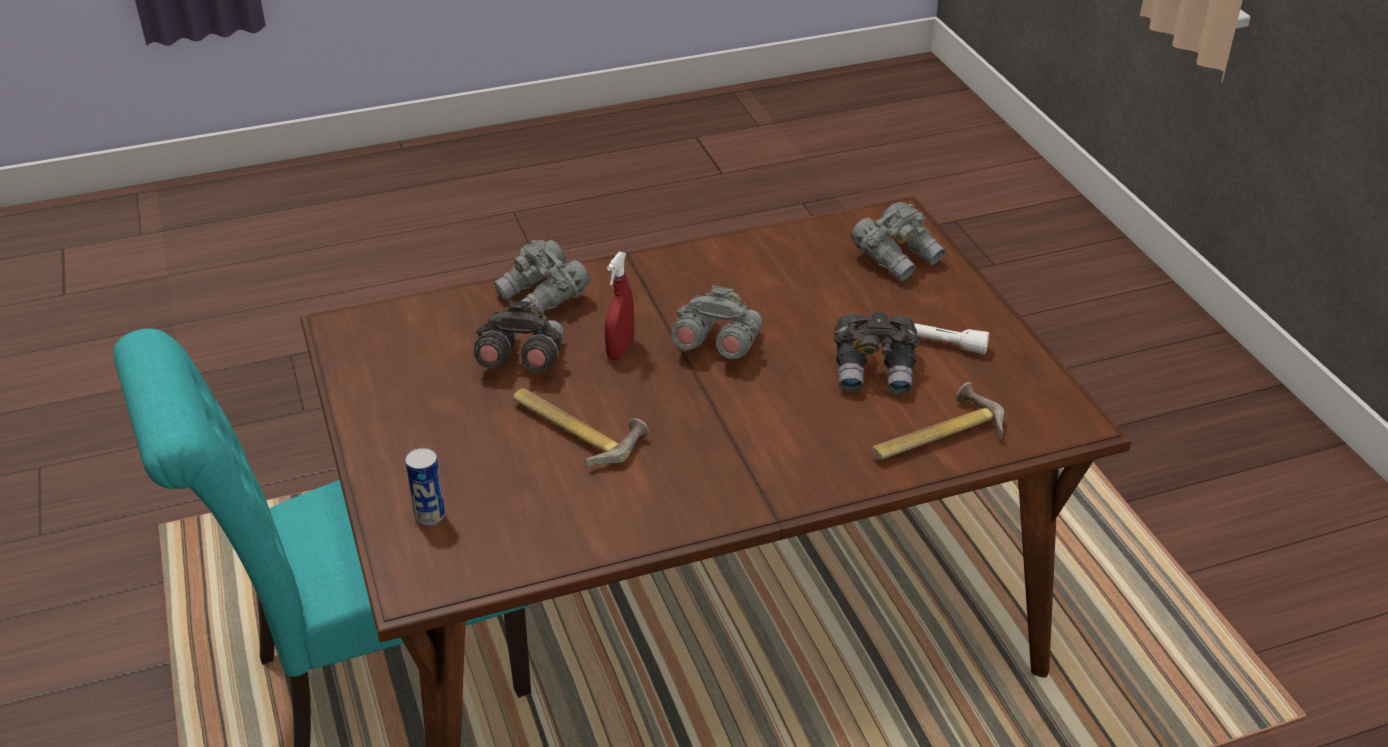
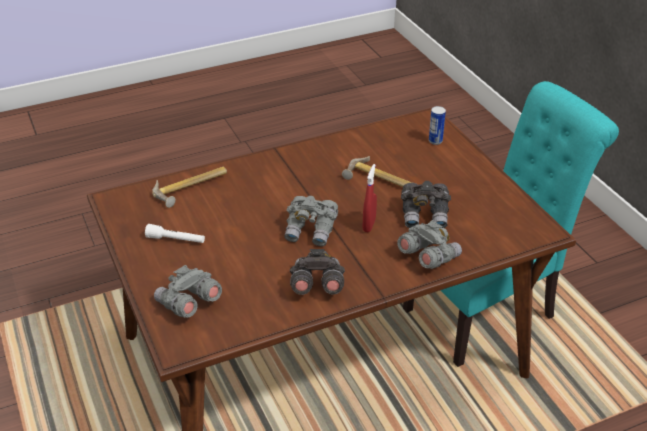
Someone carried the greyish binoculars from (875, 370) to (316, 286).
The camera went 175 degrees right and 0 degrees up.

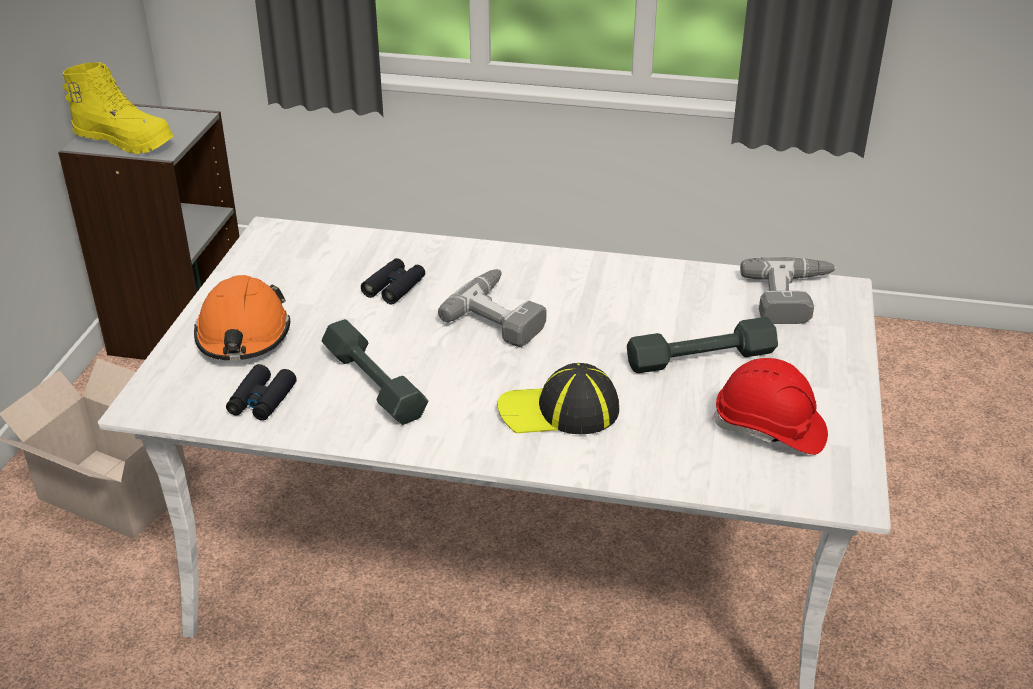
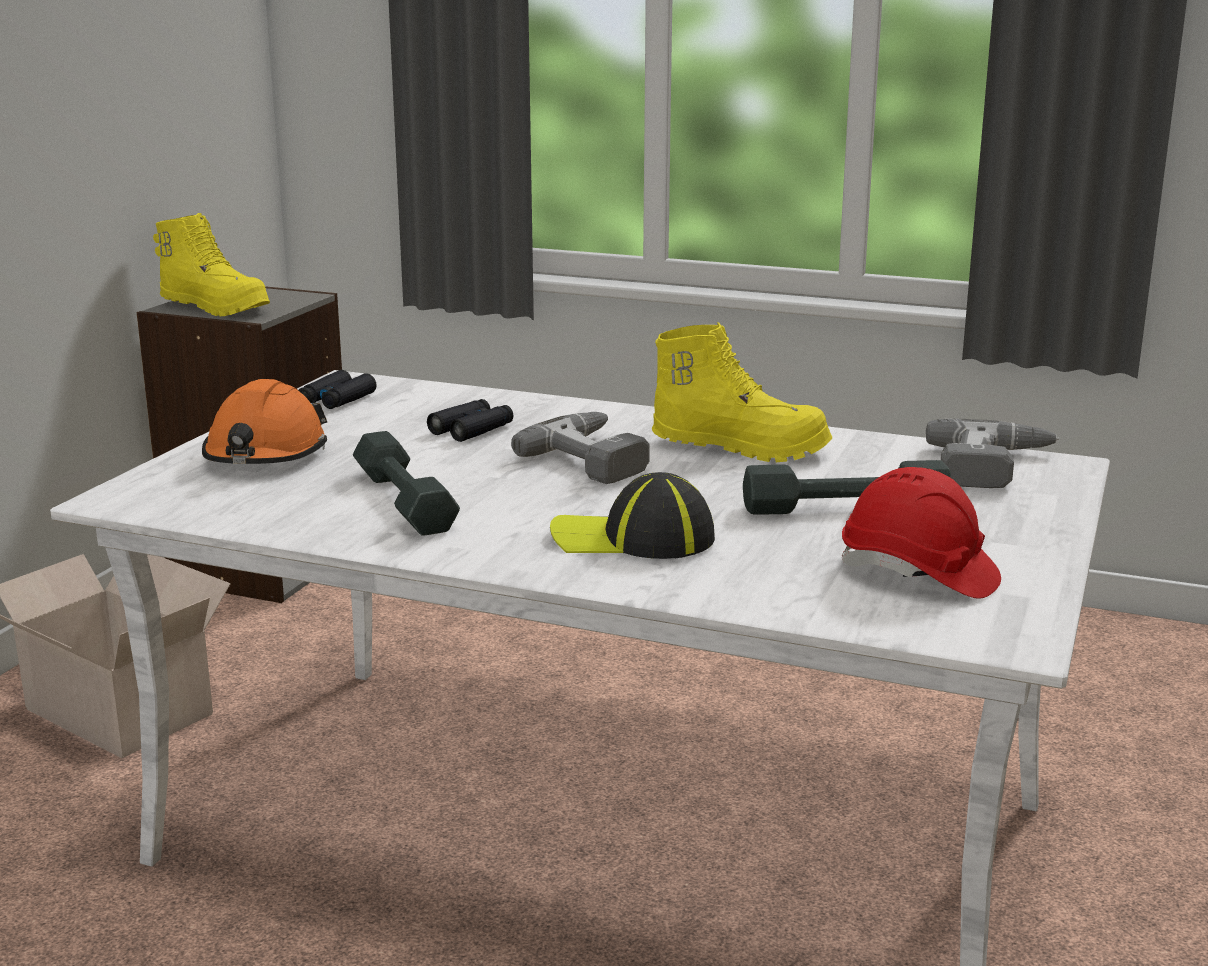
Someone carried the black-coloured binoculars from (262, 400) to (336, 400).
Someone put down the yellow boot at (740, 448).
The camera went 10 degrees right and 15 degrees down.

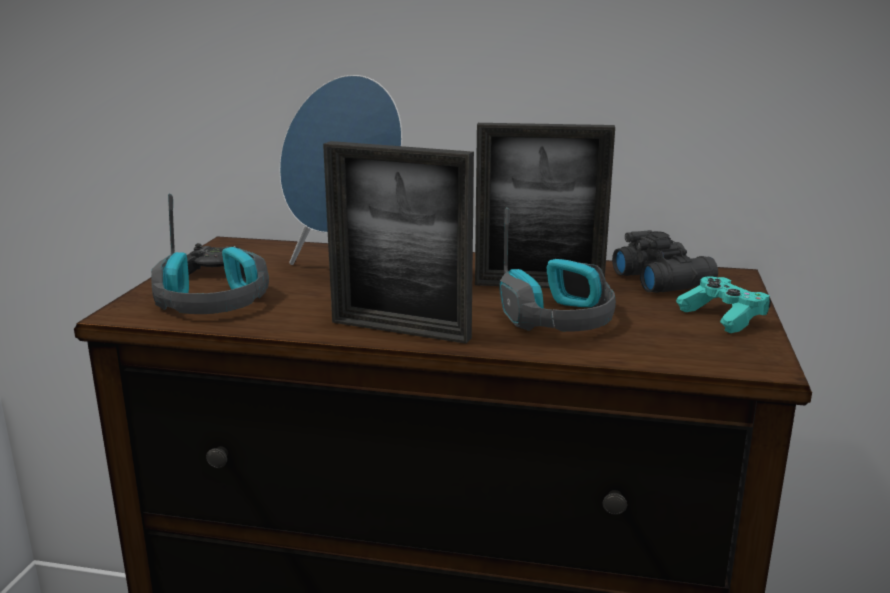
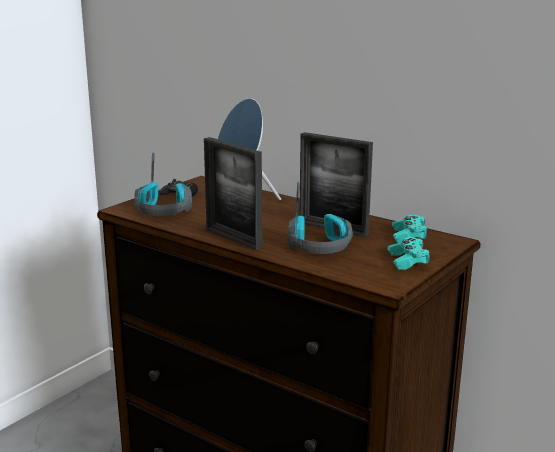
Someone swapped the black-coloured binoculars at (663, 279) for the blue-green joypad at (409, 236).
The camera went 25 degrees right and 0 degrees up.

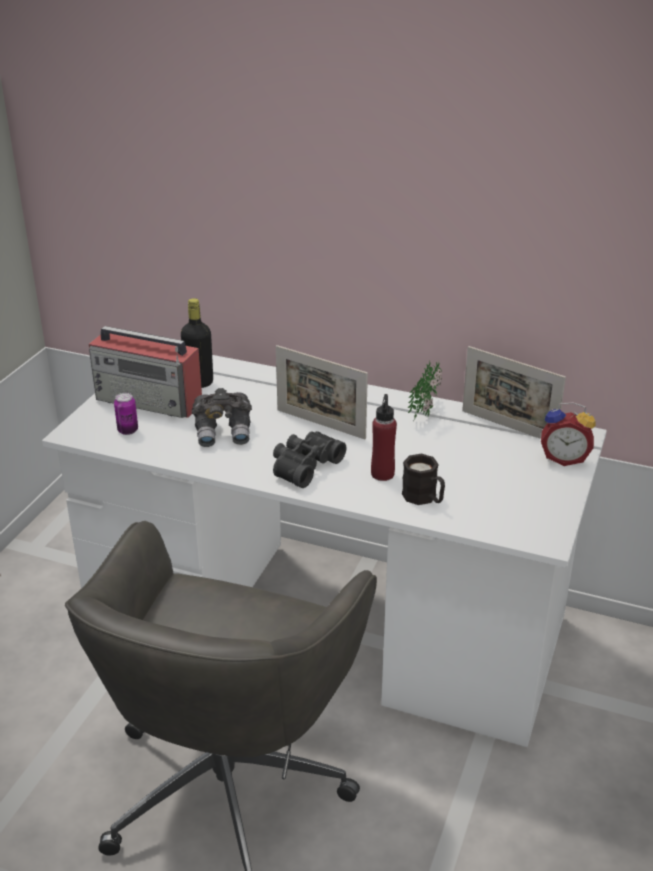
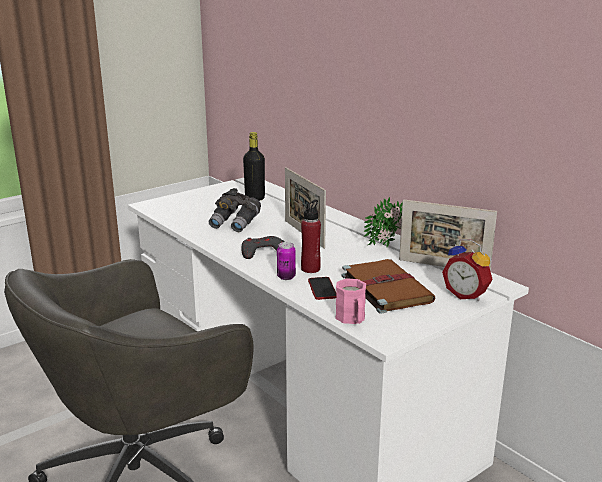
Someone swapped the black-coloured binoculars at (304, 466) for the greyish joypad at (262, 251).
Someone carried the sealed can from (128, 430) to (286, 277).
Someone swapped the black-coloured tea mug at (424, 498) for the handset at (322, 289).
Someone put down the pinkish tea mug at (352, 319).
Someone put down the brown bound book at (385, 288).
Someone rotated the standing frame at (508, 427) by 45 degrees counterclockwise.
Someone took away the radio set at (150, 401).
The camera went 30 degrees right and 10 degrees down.

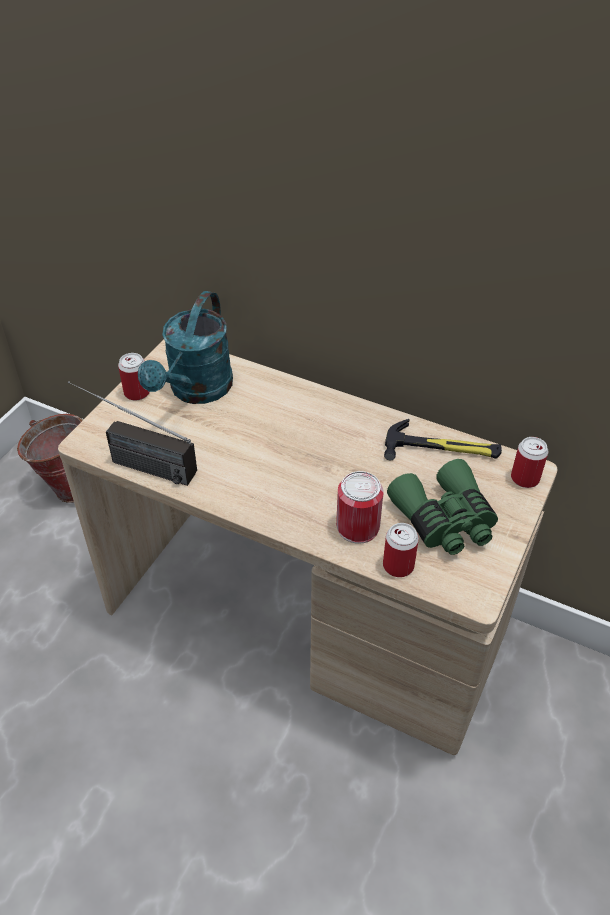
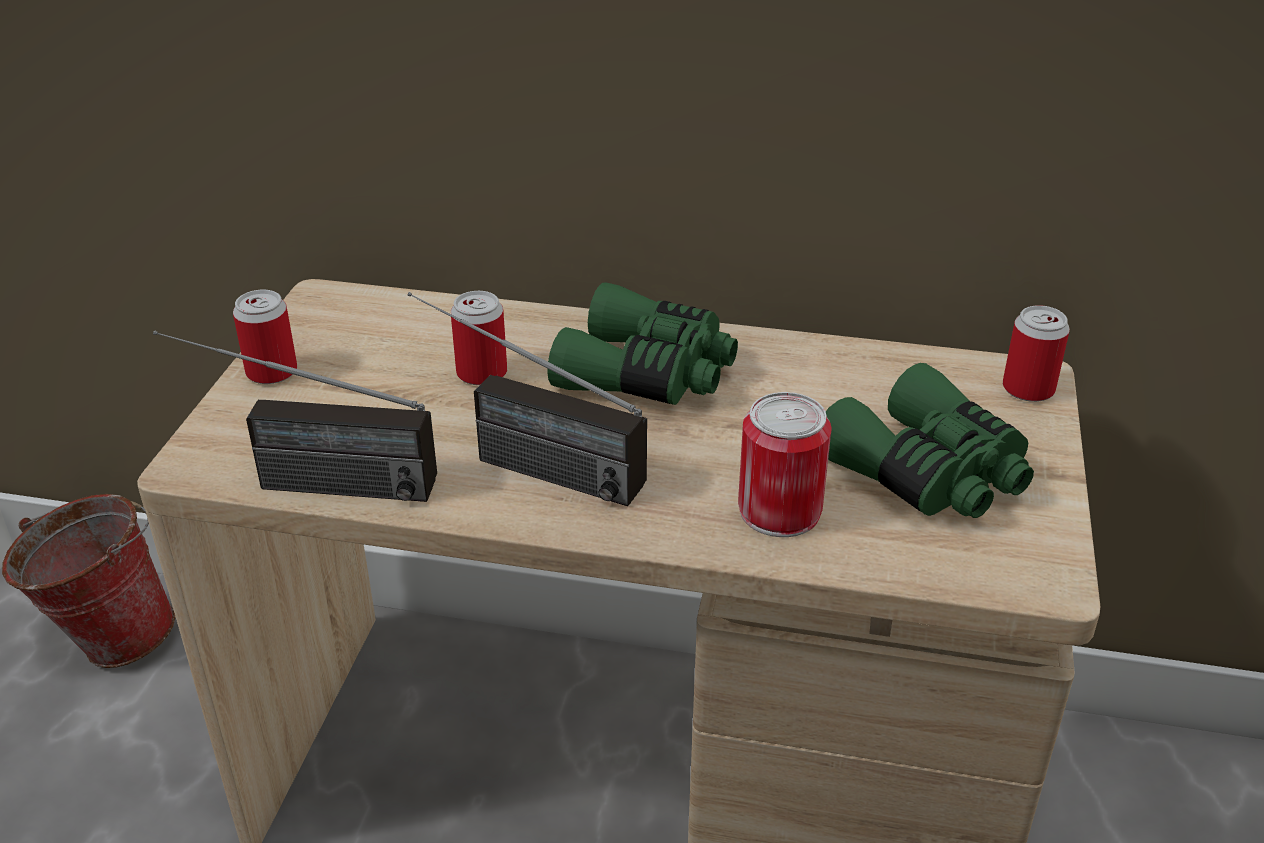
Someone put down the radio set at (519, 462).
Someone carried the sealed can from (398, 565) to (482, 373).
Someone put down the greenish binoculars at (648, 373).
Someone took away the blue-green watering pot at (196, 391).
Someone took away the hammer at (442, 448).
The camera went 15 degrees left and 10 degrees down.

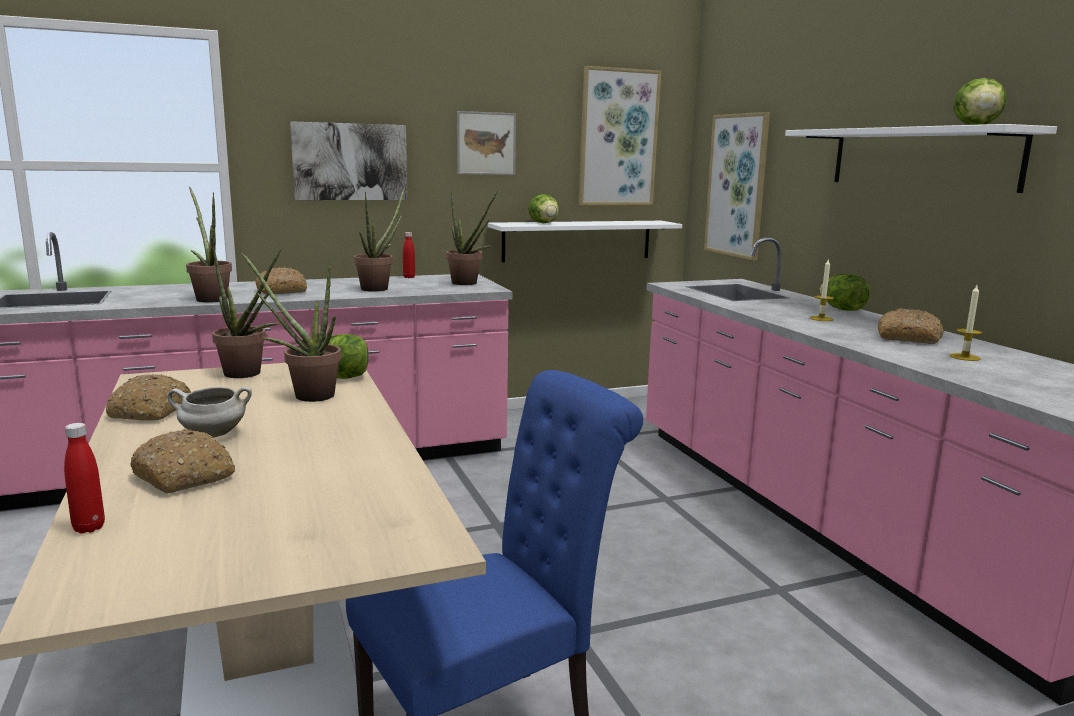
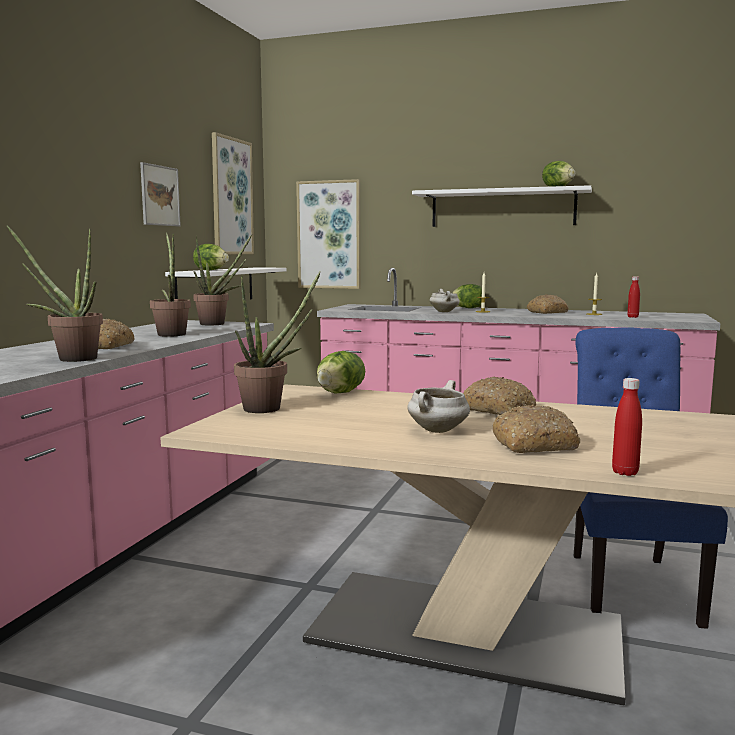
Someone put down the white saucepot at (444, 312).
Someone carried the bakery bread from (150, 411) to (498, 409).
Someone carried the reddish drink bottle from (409, 277) to (632, 317).
Someone took away the houseplant at (306, 395).
Someone took away the wall art at (350, 162).
The camera went 50 degrees left and 5 degrees down.

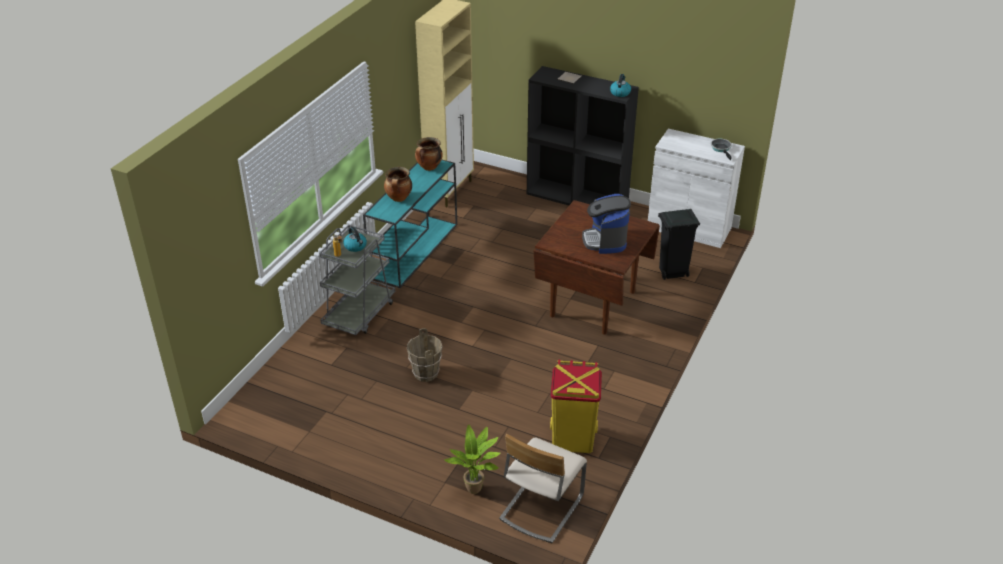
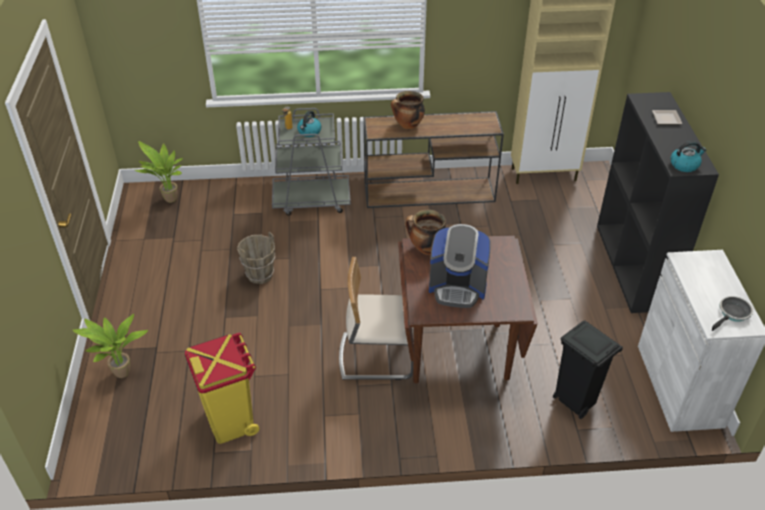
Someone put down the houseplant at (169, 200).
Someone carried the beige plain chair from (541, 507) to (377, 356).
Someone repainted the blue-green hall table at (415, 250), which became the brown hall table at (430, 192).
Someone carried the saucepot from (429, 168) to (426, 249).
Someone rotated the coffee brewer at (605, 241) by 135 degrees counterclockwise.
The camera went 60 degrees right and 5 degrees up.

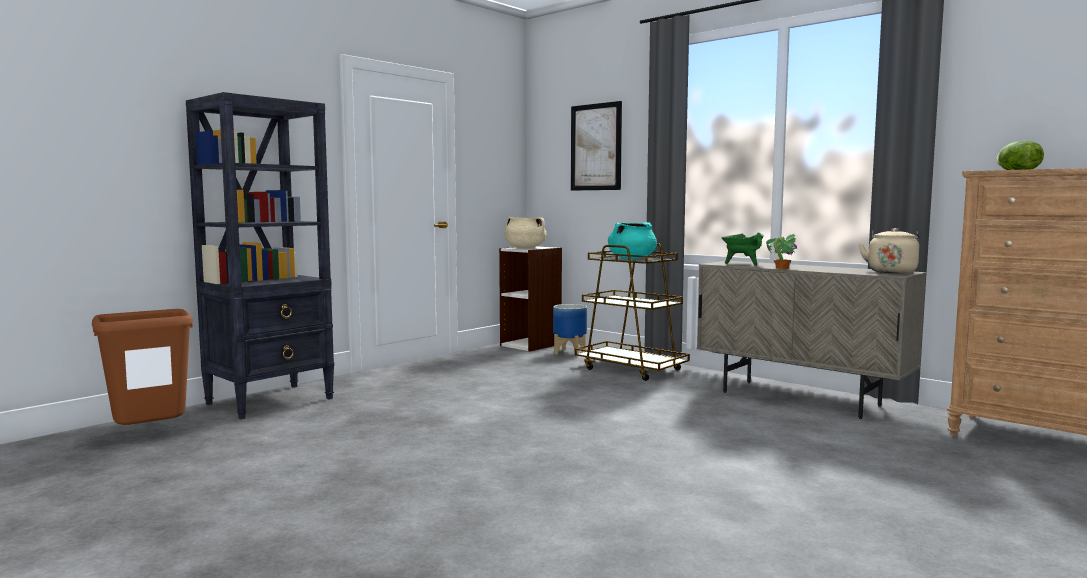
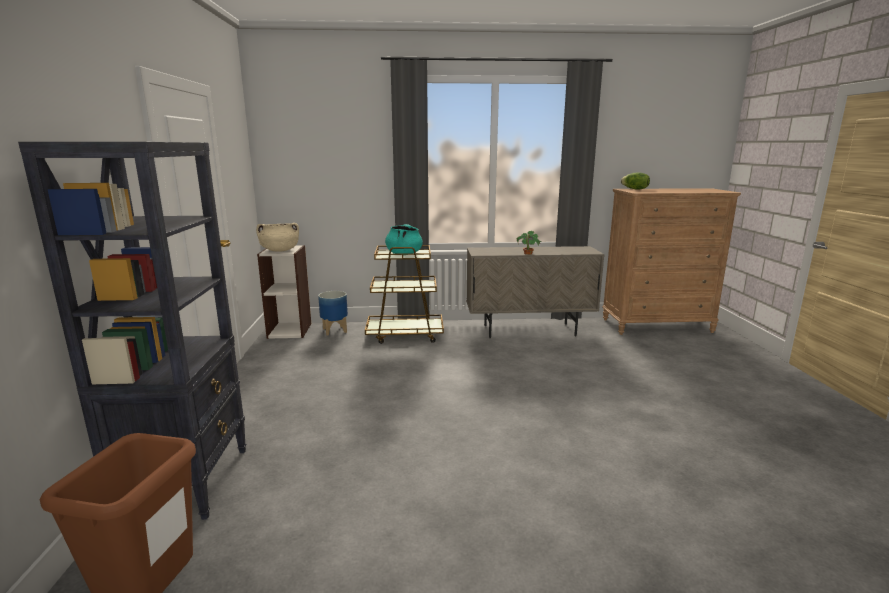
Someone took away the wall art at (596, 147).
Someone took away the greenish saucepot at (742, 264).
Someone took away the beige kettle at (891, 272).
The camera went 45 degrees left and 10 degrees up.

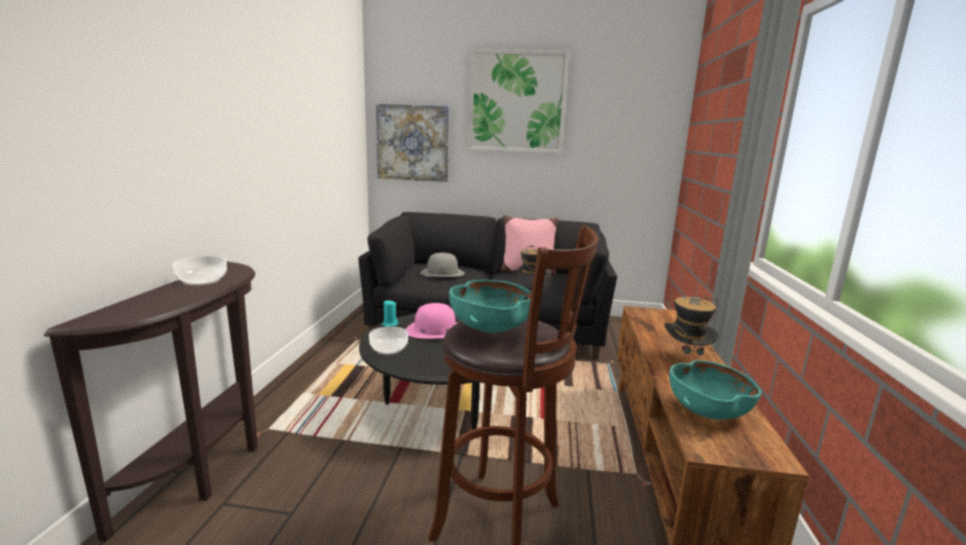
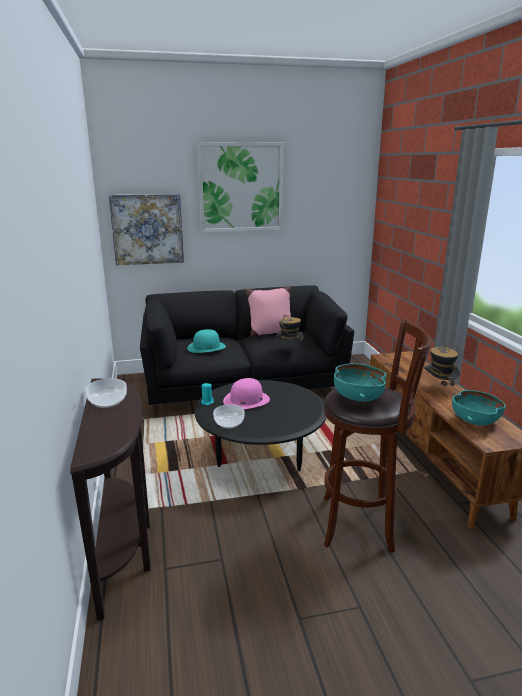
Someone repainted the greyish clothing hat at (442, 273), which became the blue-green clothing hat at (206, 347).
The camera went 20 degrees left and 5 degrees up.

